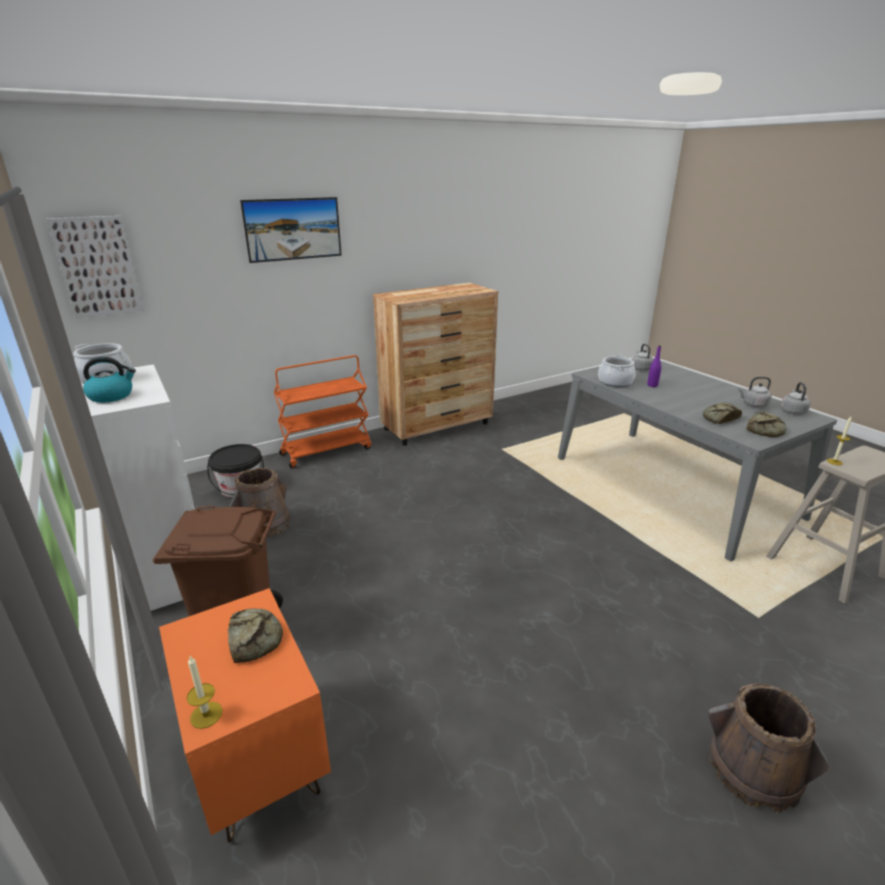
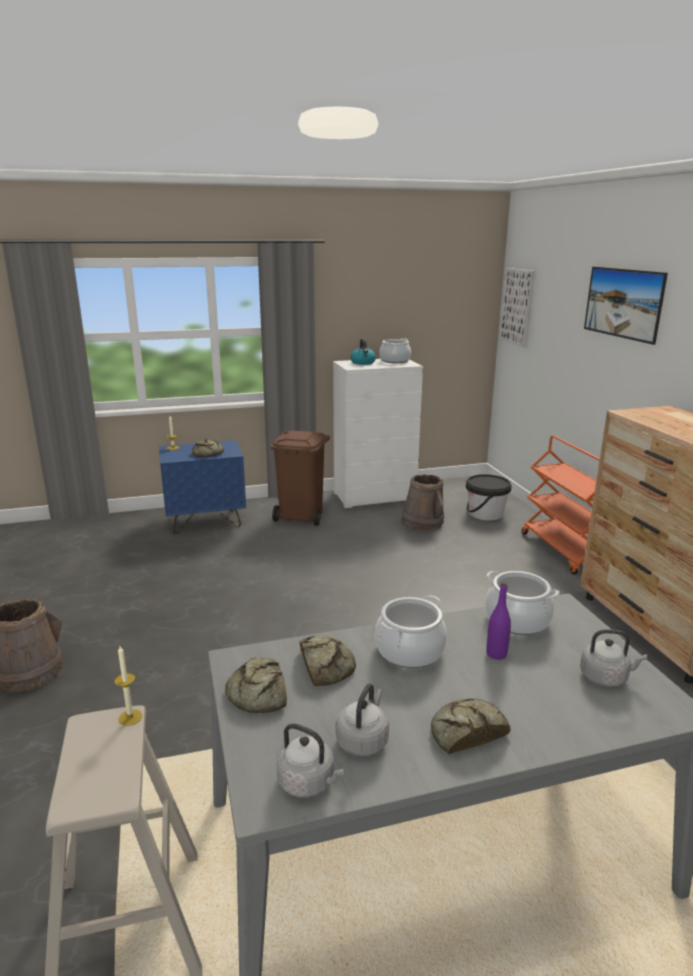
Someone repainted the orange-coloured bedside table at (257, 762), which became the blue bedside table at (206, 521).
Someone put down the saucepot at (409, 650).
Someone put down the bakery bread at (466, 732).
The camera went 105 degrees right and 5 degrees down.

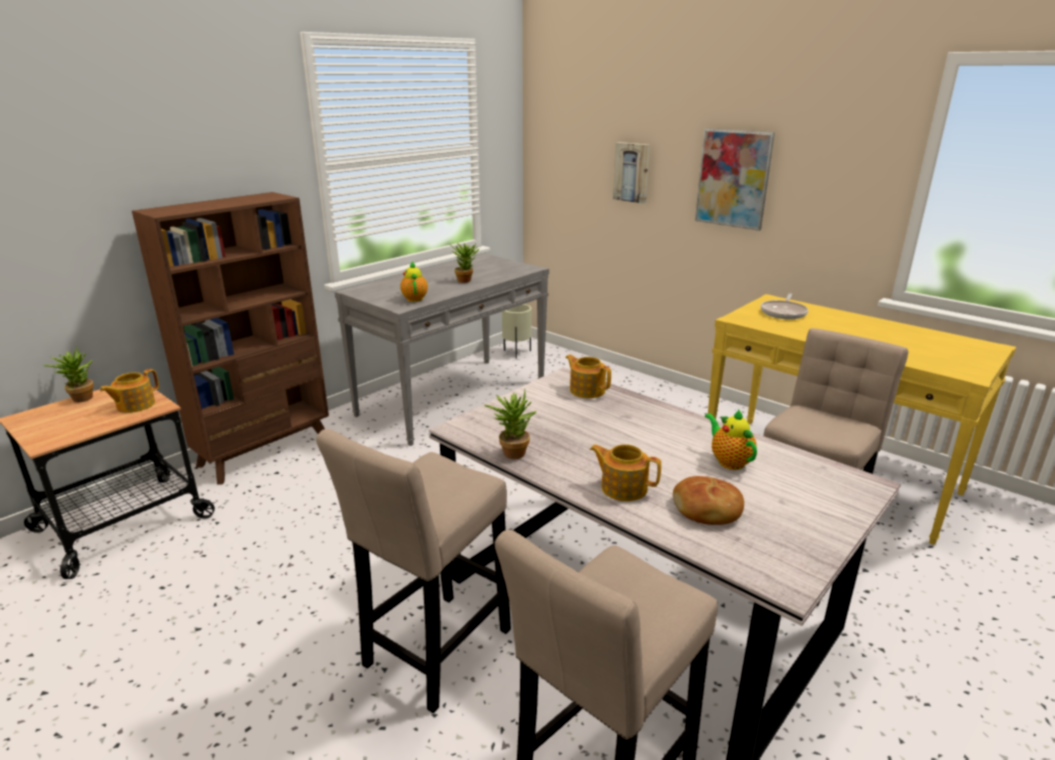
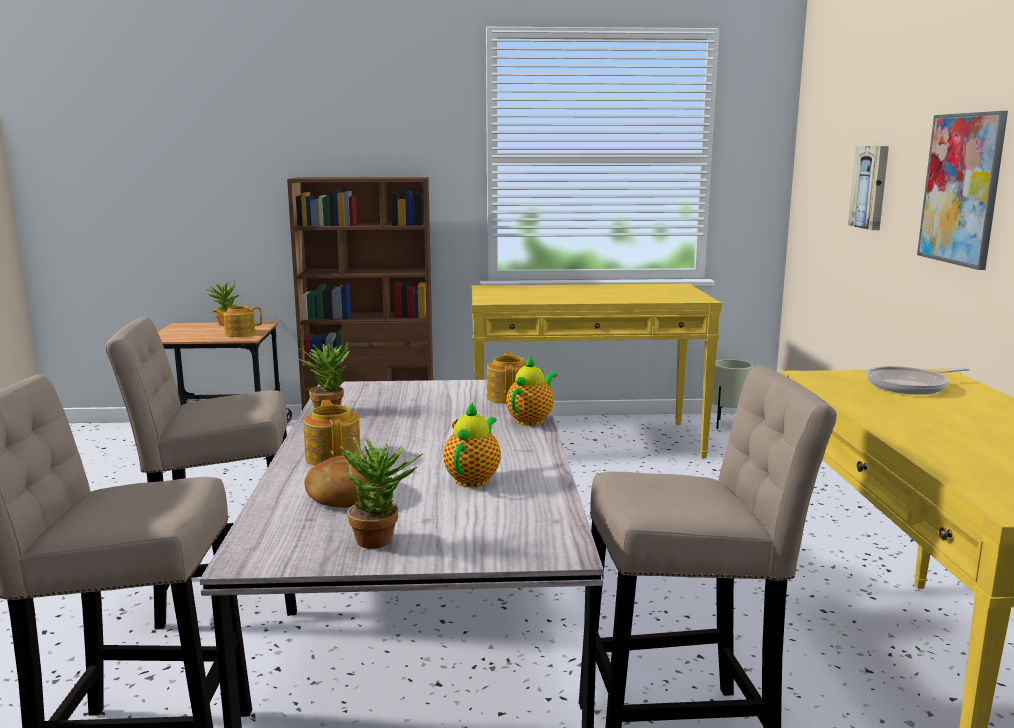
Someone carried the houseplant from (466, 280) to (382, 540).
Someone repainted the greyish hall table at (453, 398), which became the yellow hall table at (586, 441).
Someone carried the teapot from (414, 298) to (532, 420).
The camera went 45 degrees right and 10 degrees down.

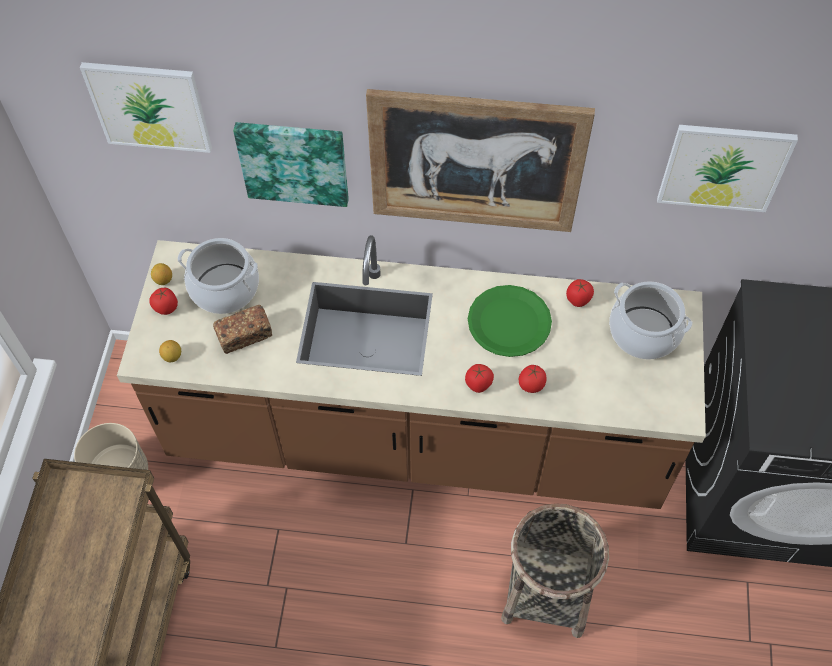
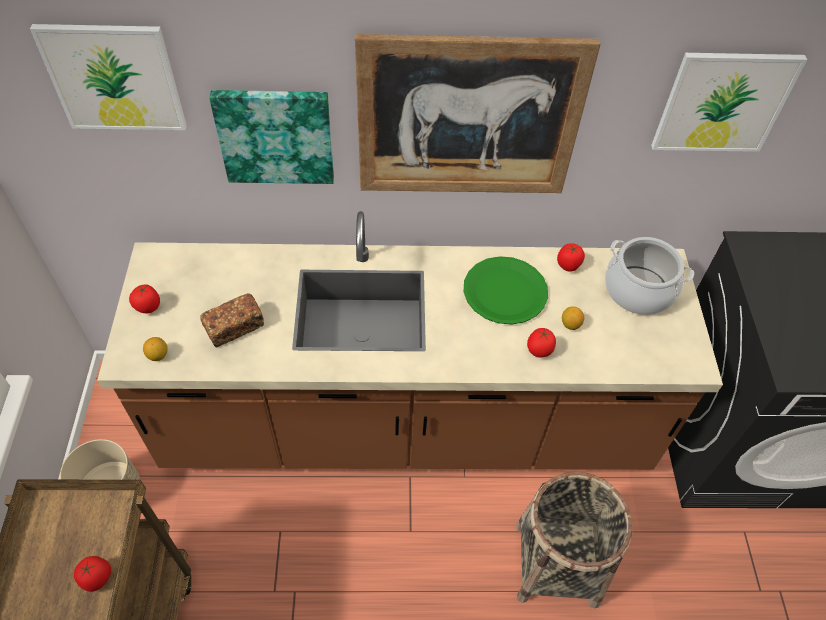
Someone carried the tomato from (478, 384) to (98, 578).
Someone carried the lemon from (163, 280) to (570, 324).
Someone took away the saucepot at (225, 288).
The camera went 10 degrees left and 5 degrees down.

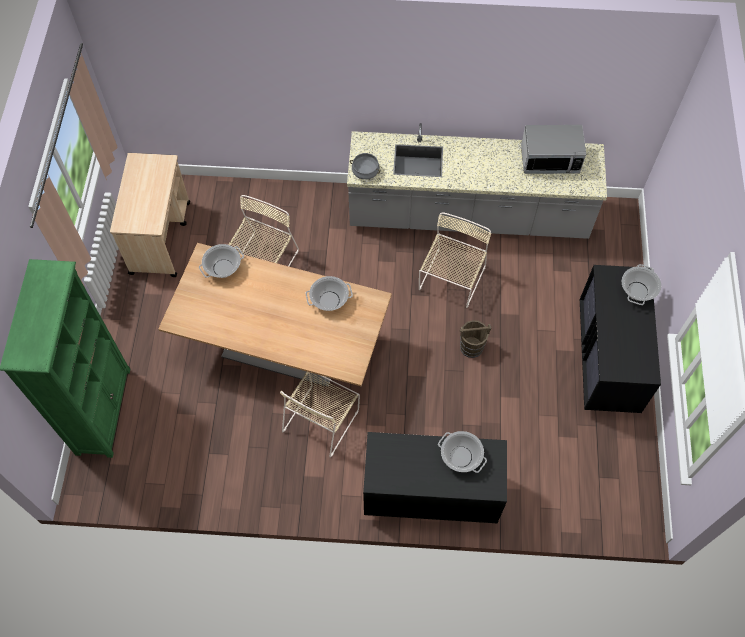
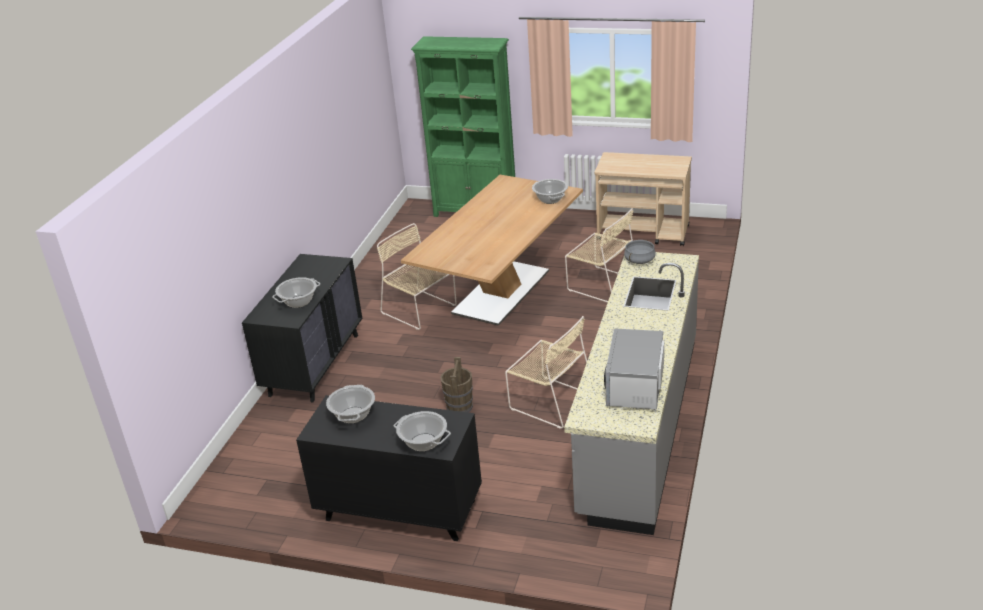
Someone carried the saucepot from (329, 300) to (353, 415).
The camera went 105 degrees right and 30 degrees down.

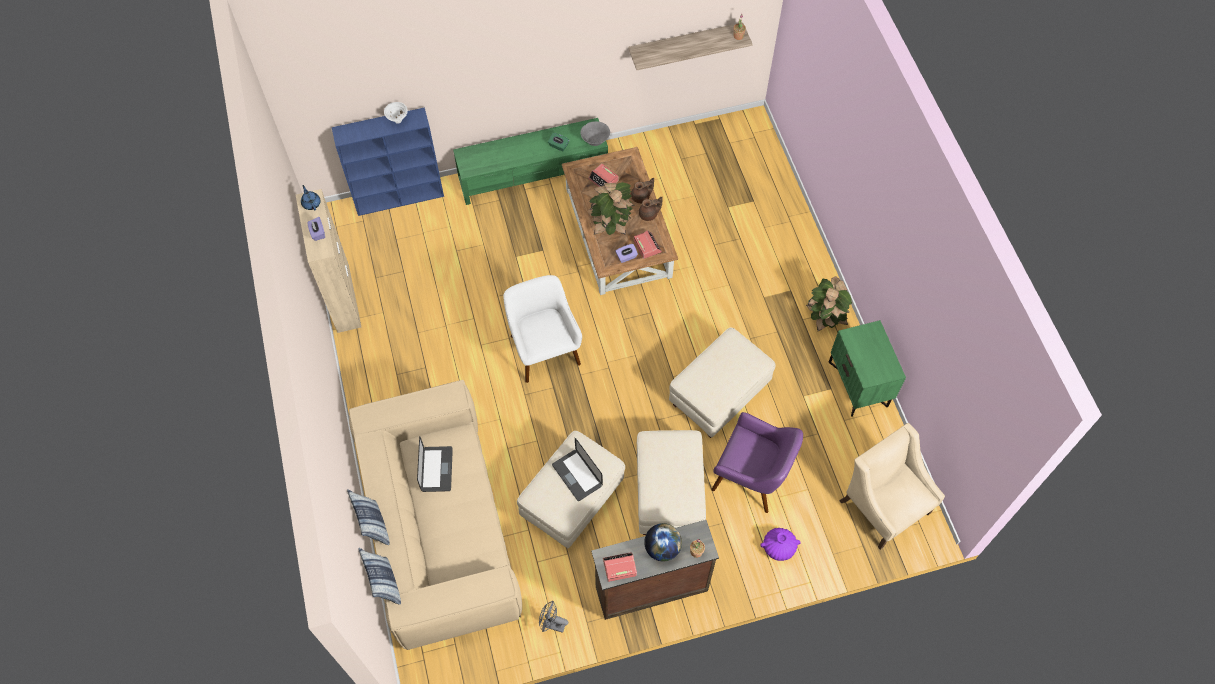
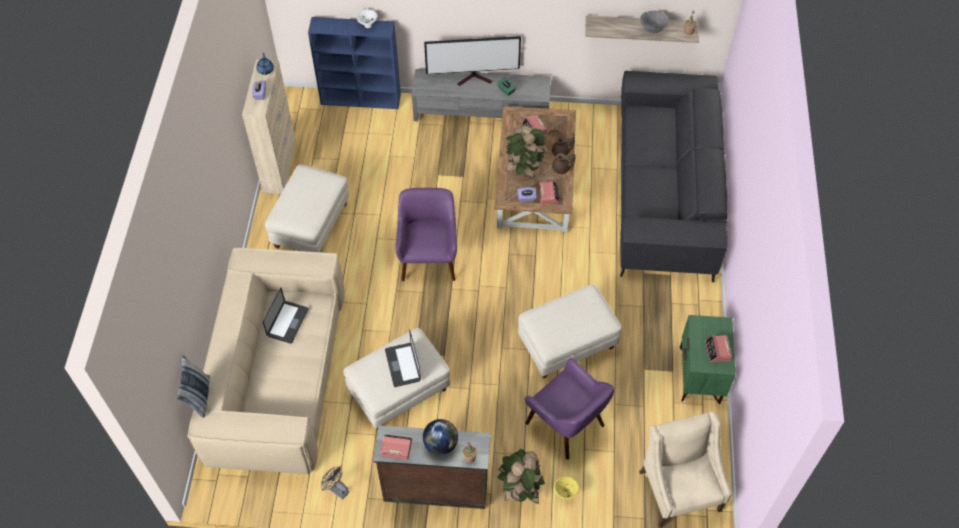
Someone carried the beige ottoman from (667, 493) to (310, 225).
Someone repainted the white easy chair at (544, 349), which became the purple-coloured easy chair at (428, 258).
Someone repainted the greenish tv unit at (533, 174), which became the greyish tv unit at (482, 112).
Someone put down the TV at (475, 78).
Someone carried the houseplant from (824, 319) to (520, 490).
Someone swapped the purple-coloured decorative vase at (778, 548) for the yellow deep dish at (565, 493).
Someone put down the greyish couch at (664, 192).
Someone carried the greyish deep dish from (595, 141) to (652, 30).
Someone put down the bedside clock at (717, 351).
Someone took away the pillow at (373, 525).
The camera went 20 degrees right and 5 degrees down.

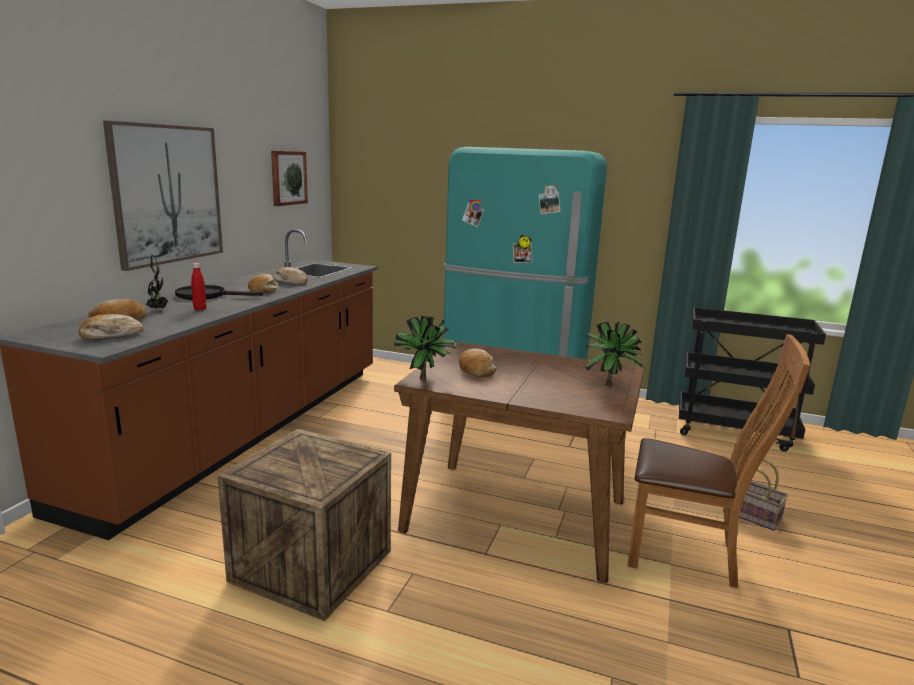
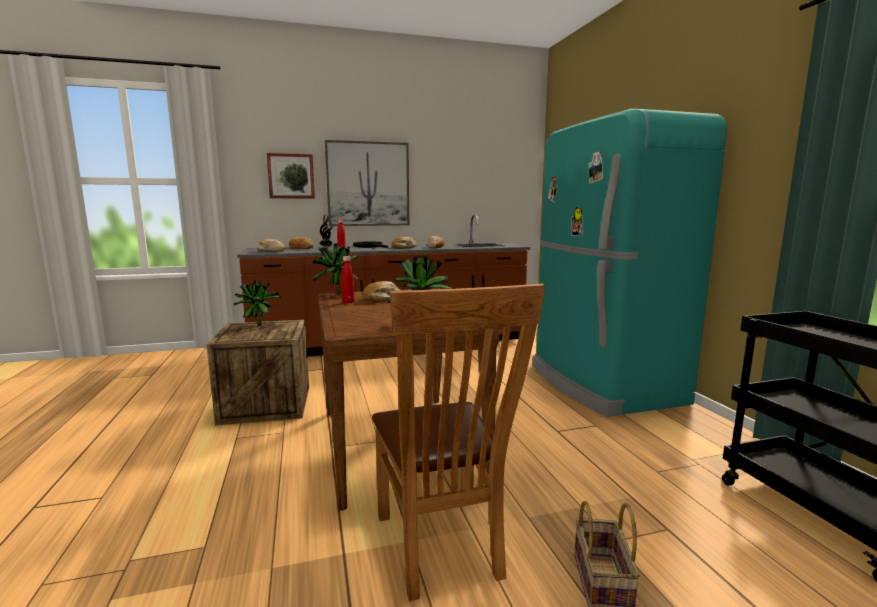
Someone put down the houseplant at (258, 325).
Someone carried the wall art from (288, 178) to (291, 176).
Someone put down the reddish drink bottle at (348, 302).
The camera went 55 degrees right and 5 degrees down.

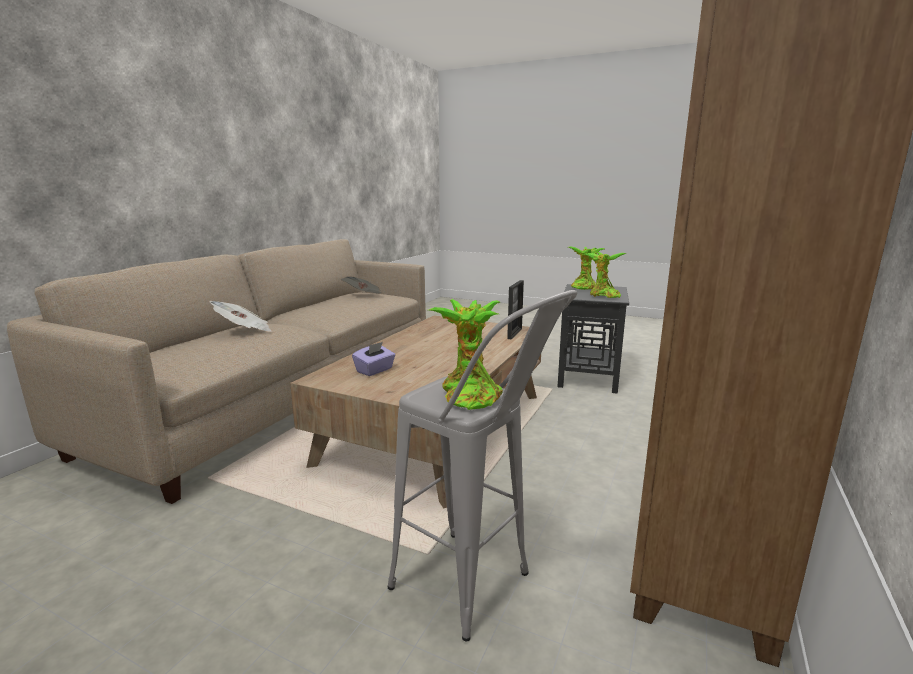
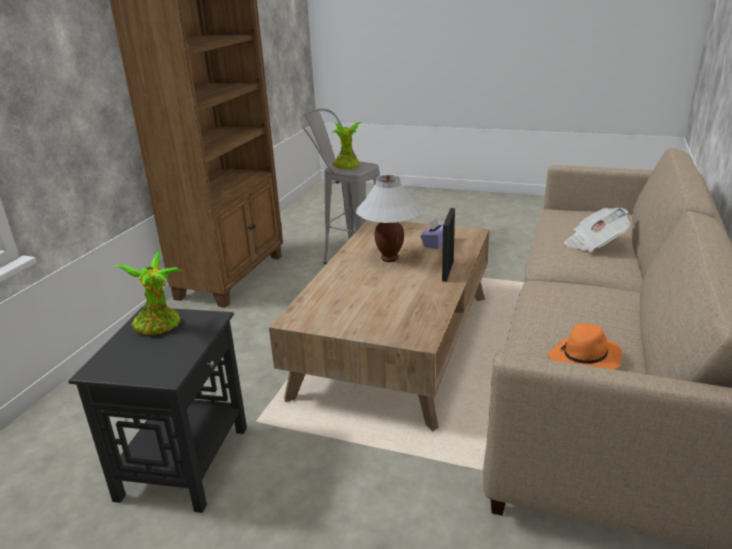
Someone put down the white lamp for a table at (389, 258).
Someone carried the standing frame from (514, 333) to (448, 270).
Someone swapped the printed paper at (364, 296) for the orange-coloured clothing hat at (584, 360).
Someone took away the houseplant at (583, 287).
The camera went 175 degrees right and 10 degrees up.

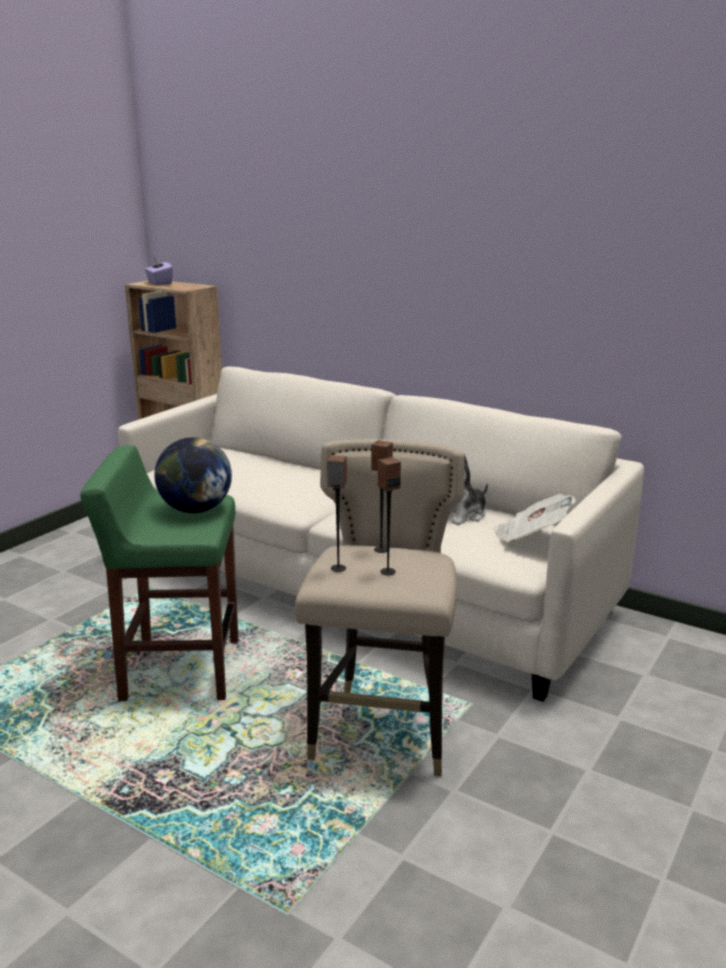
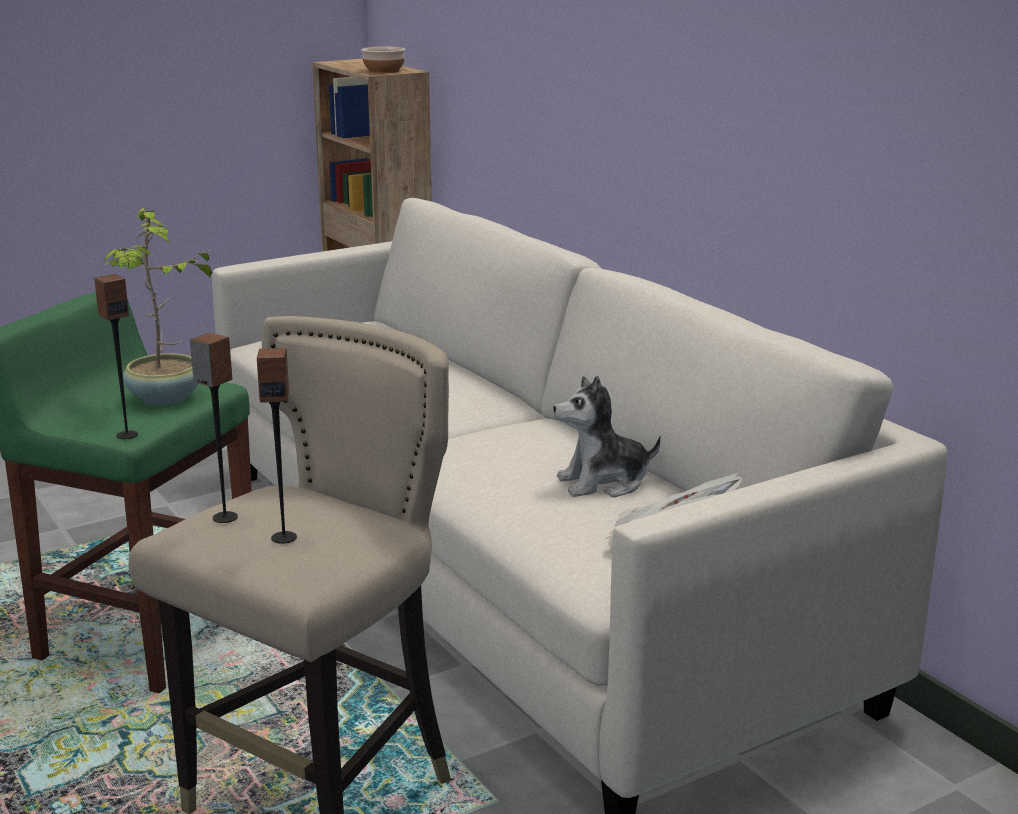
Someone carried the speaker from (381, 549) to (127, 435).
Someone swapped the world globe at (195, 510) for the houseplant at (166, 398).
Someone put down the deep dish at (383, 71).
Someone took away the purple-coloured tissue box at (159, 283).
The camera went 25 degrees right and 0 degrees up.

